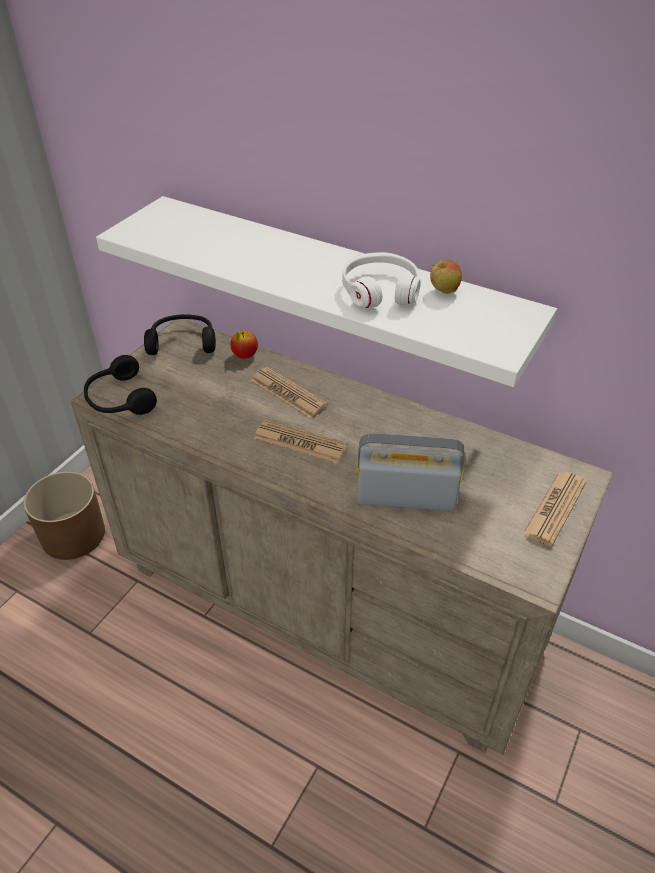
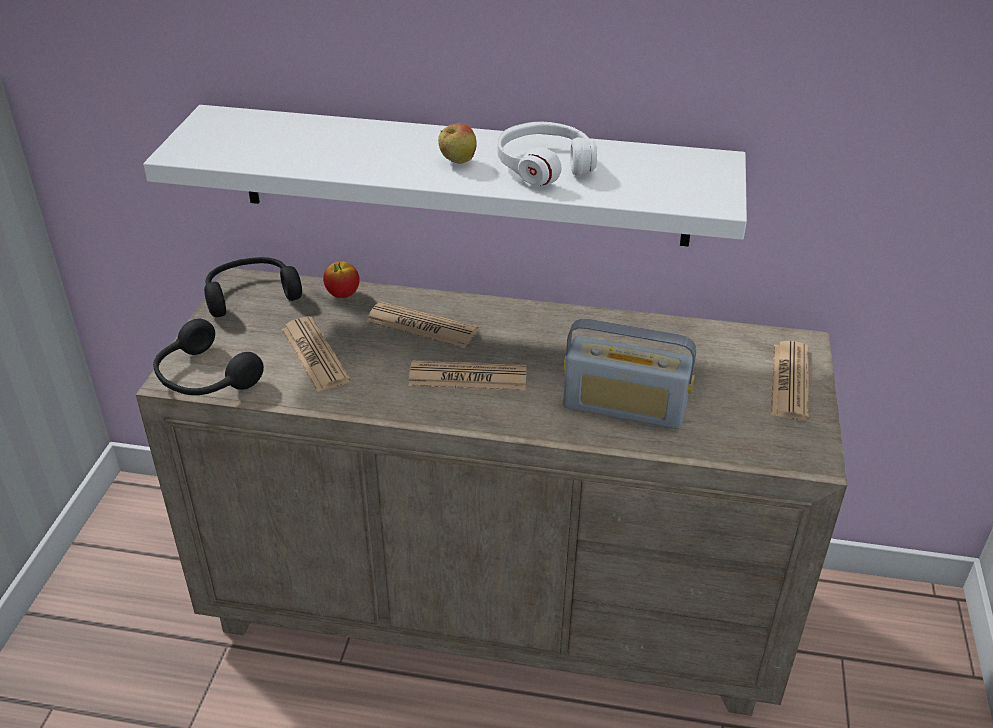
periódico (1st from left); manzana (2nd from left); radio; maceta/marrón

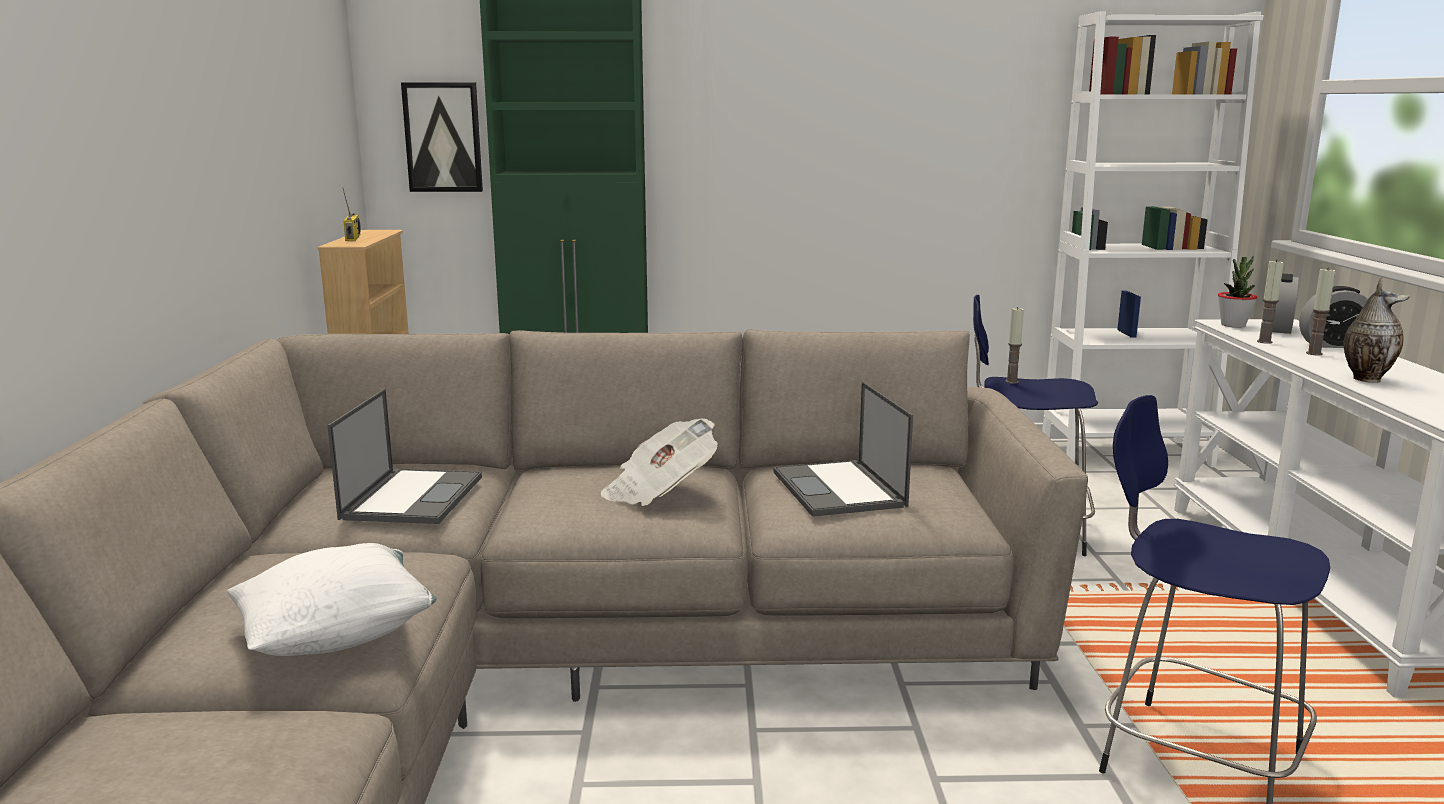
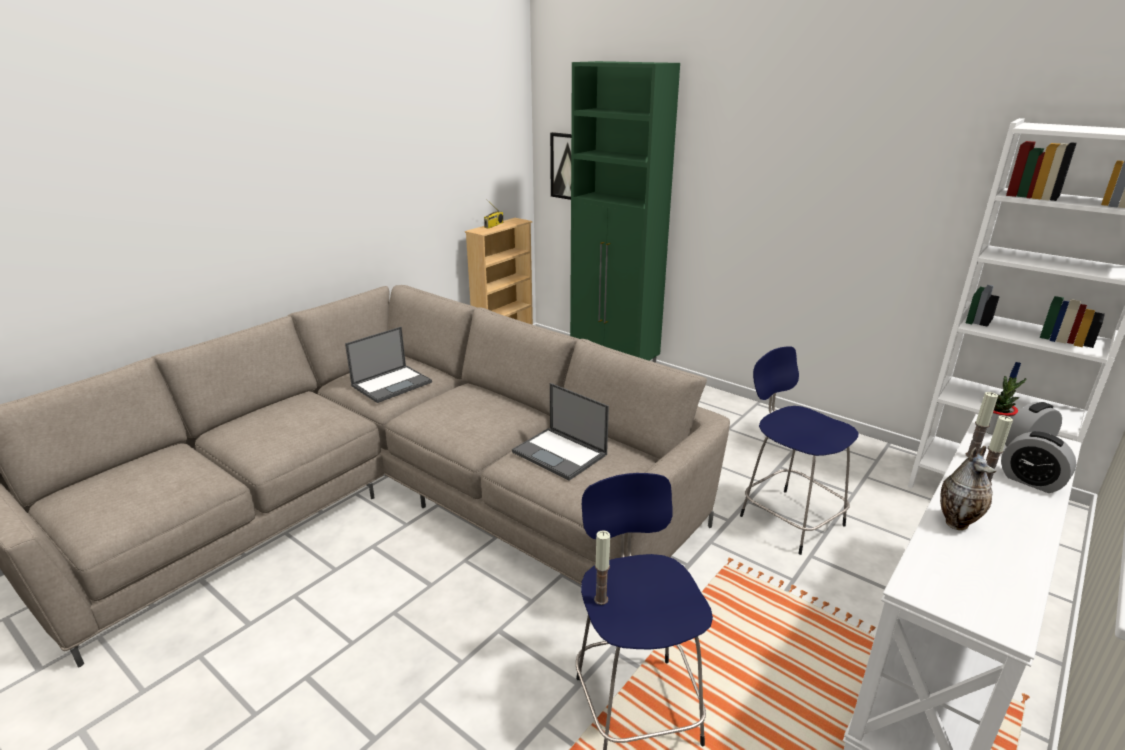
portátil (2nd from left); vela (1st from left); cojín/blanco; periódico

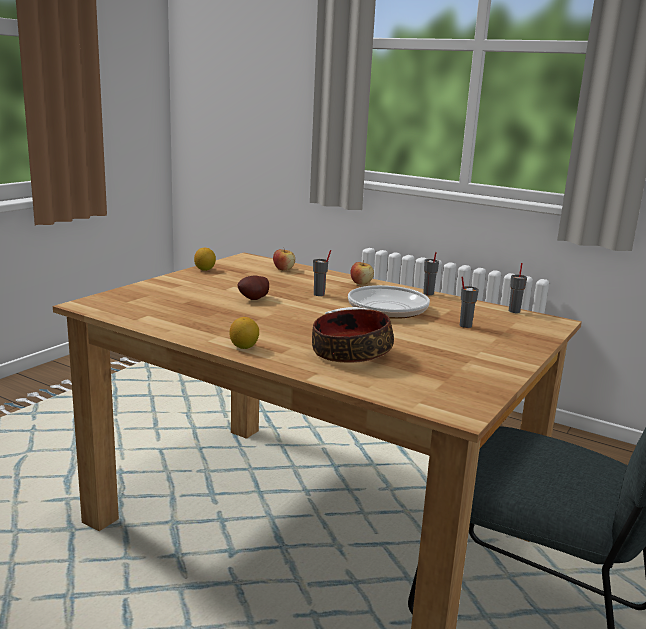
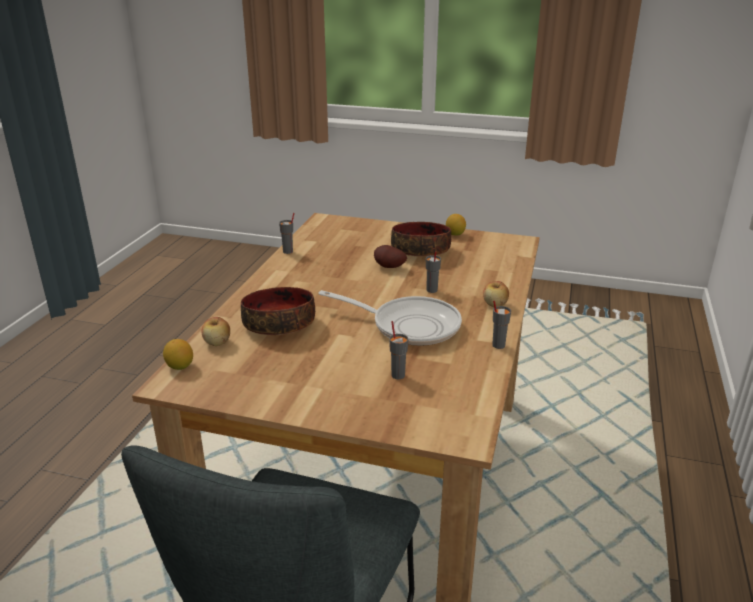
limón (1st from left); manzana (1st from left); taza/gris (1st from left); cuenco (2nd from left)

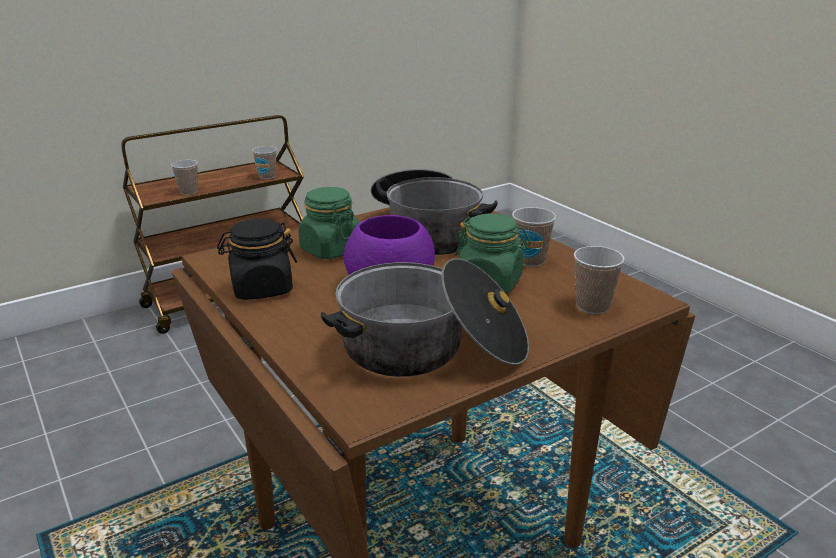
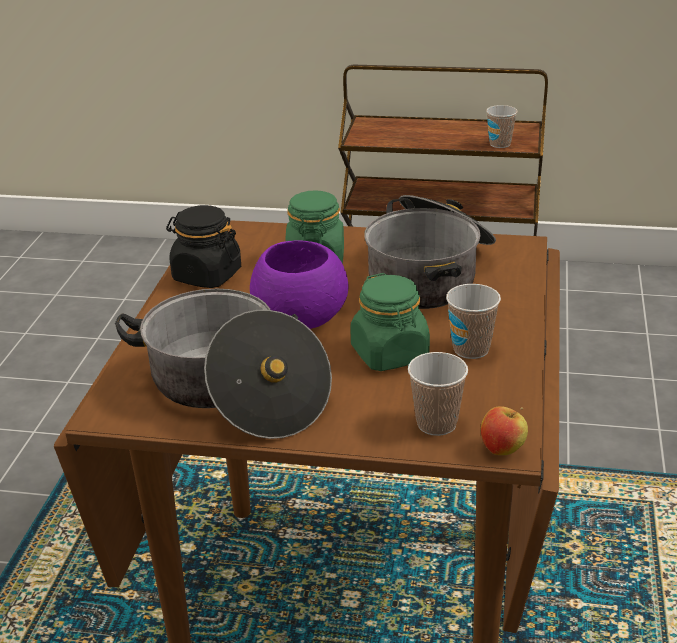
manzana; taza (1st from left in the first image)

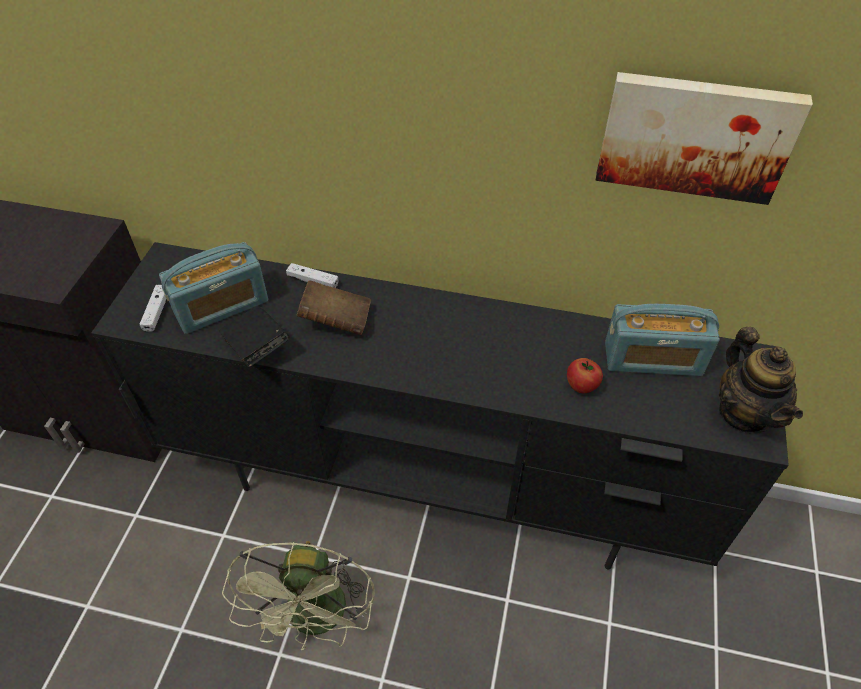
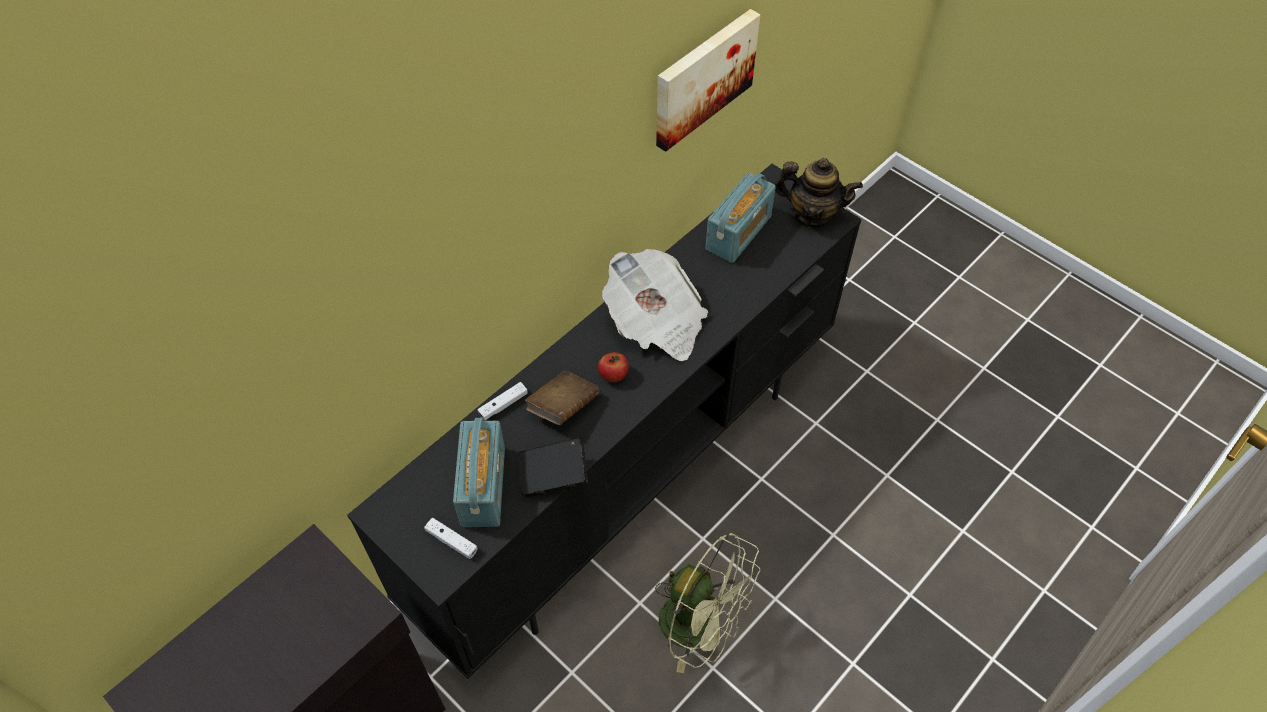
manzana; periódico

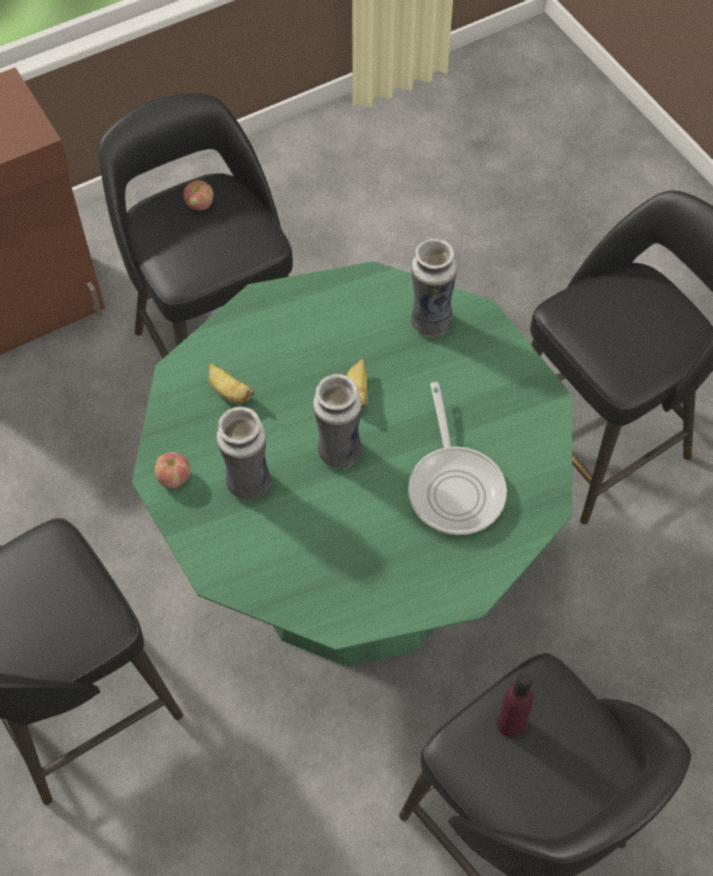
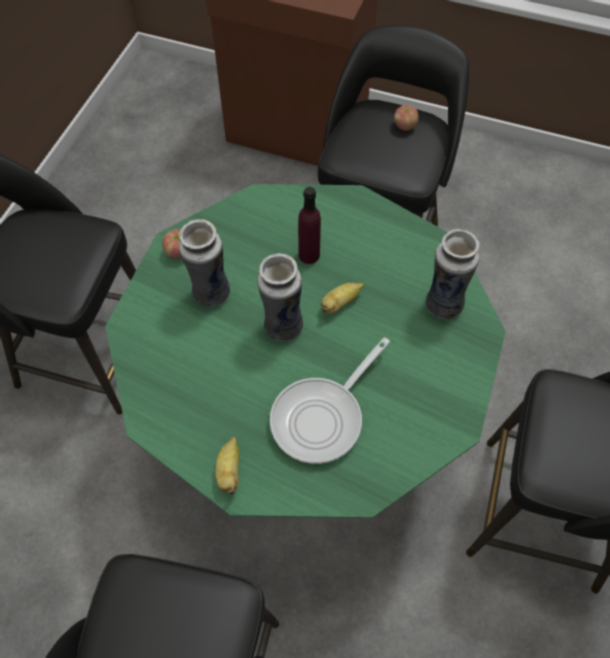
plátano (1st from left); botella/morado

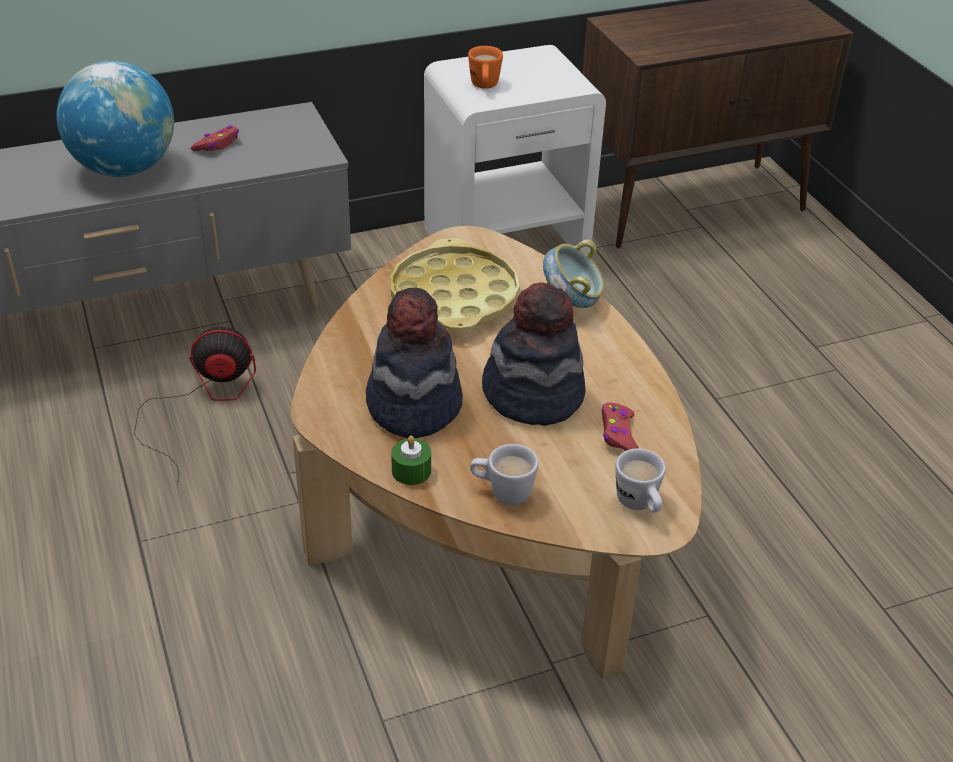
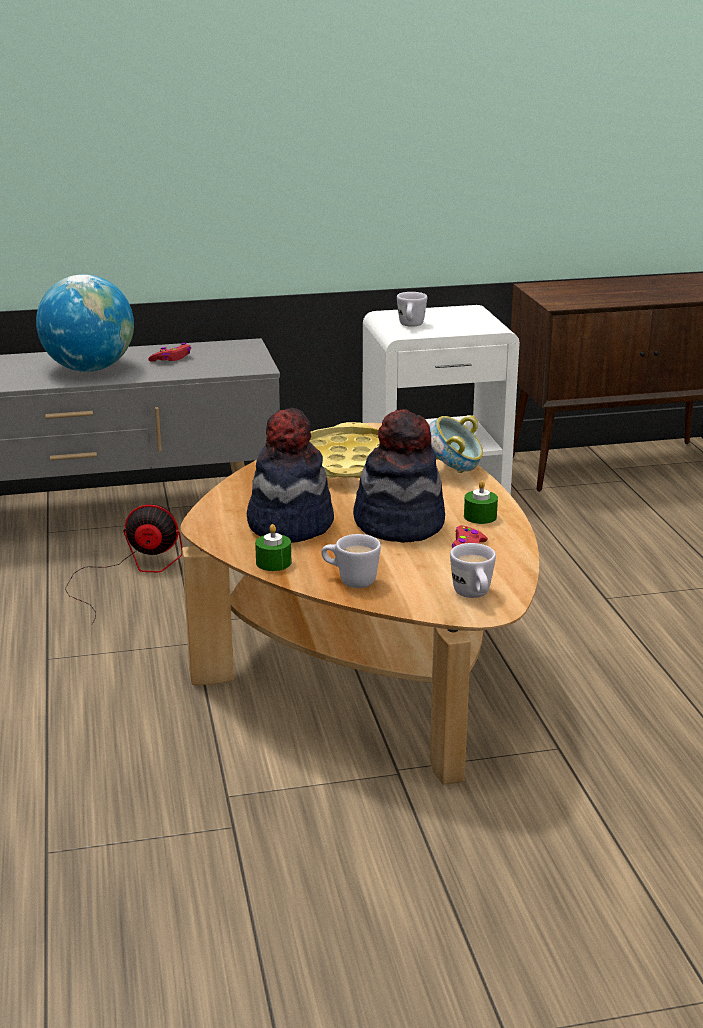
taza grande/blanco (2nd from left); vela/verde (2nd from left)

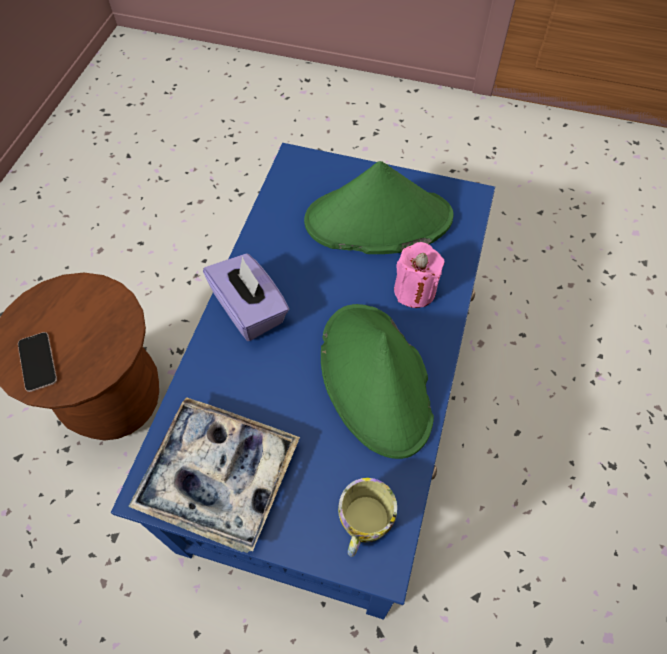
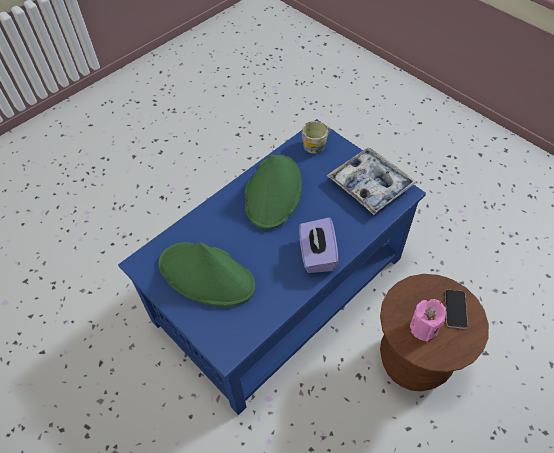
vela/rosa

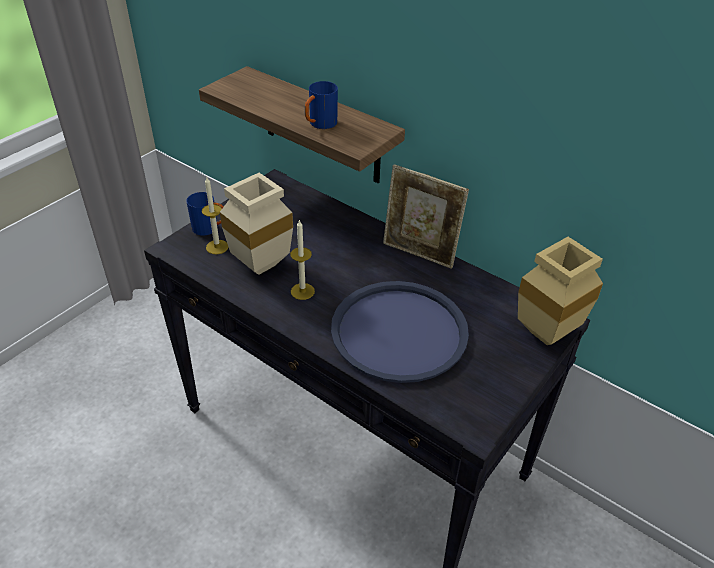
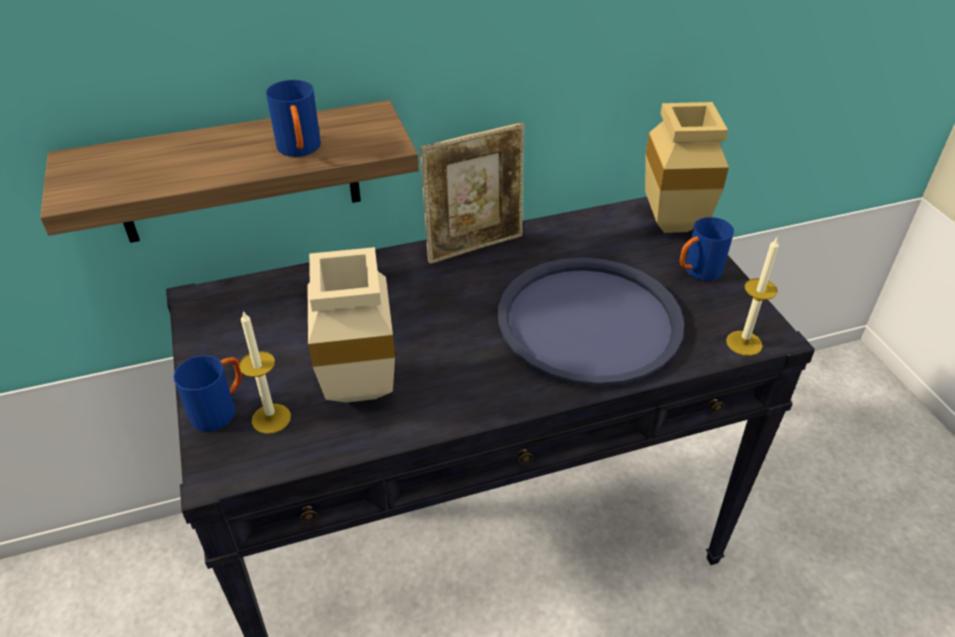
taza grande/azul (3rd from left); vela (2nd from left)

